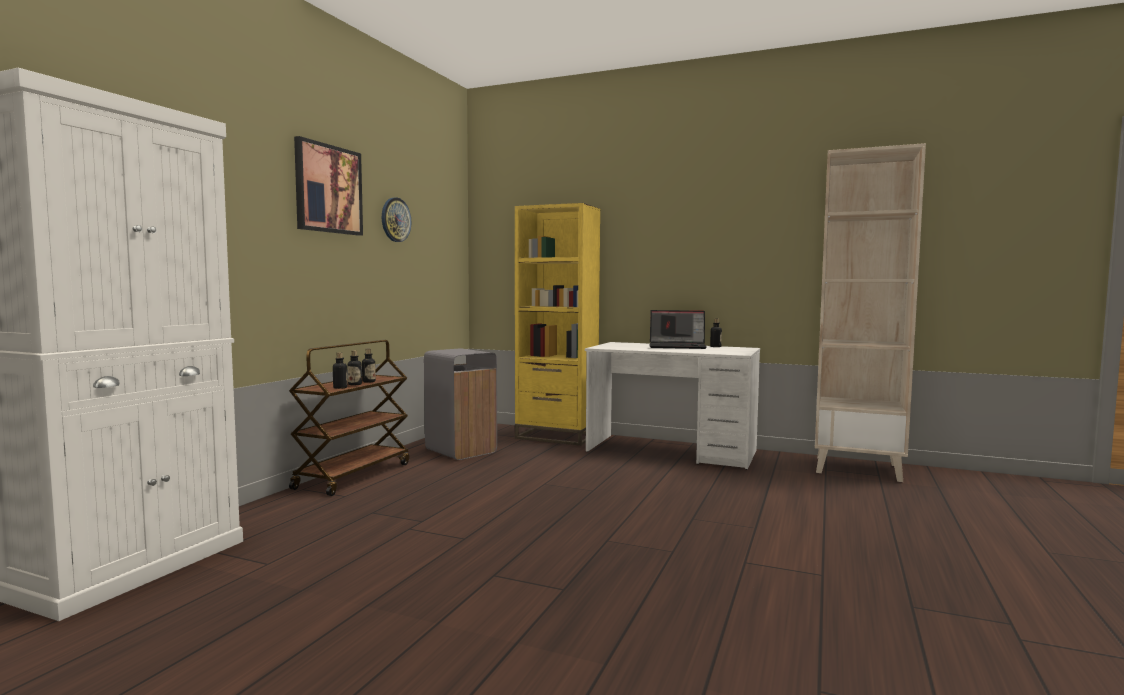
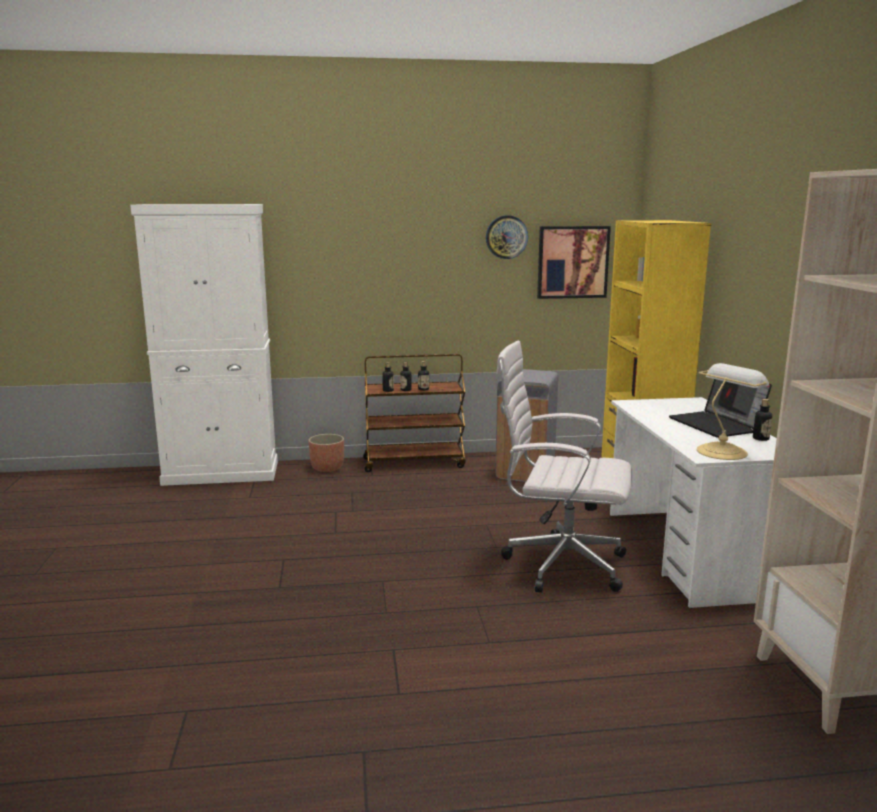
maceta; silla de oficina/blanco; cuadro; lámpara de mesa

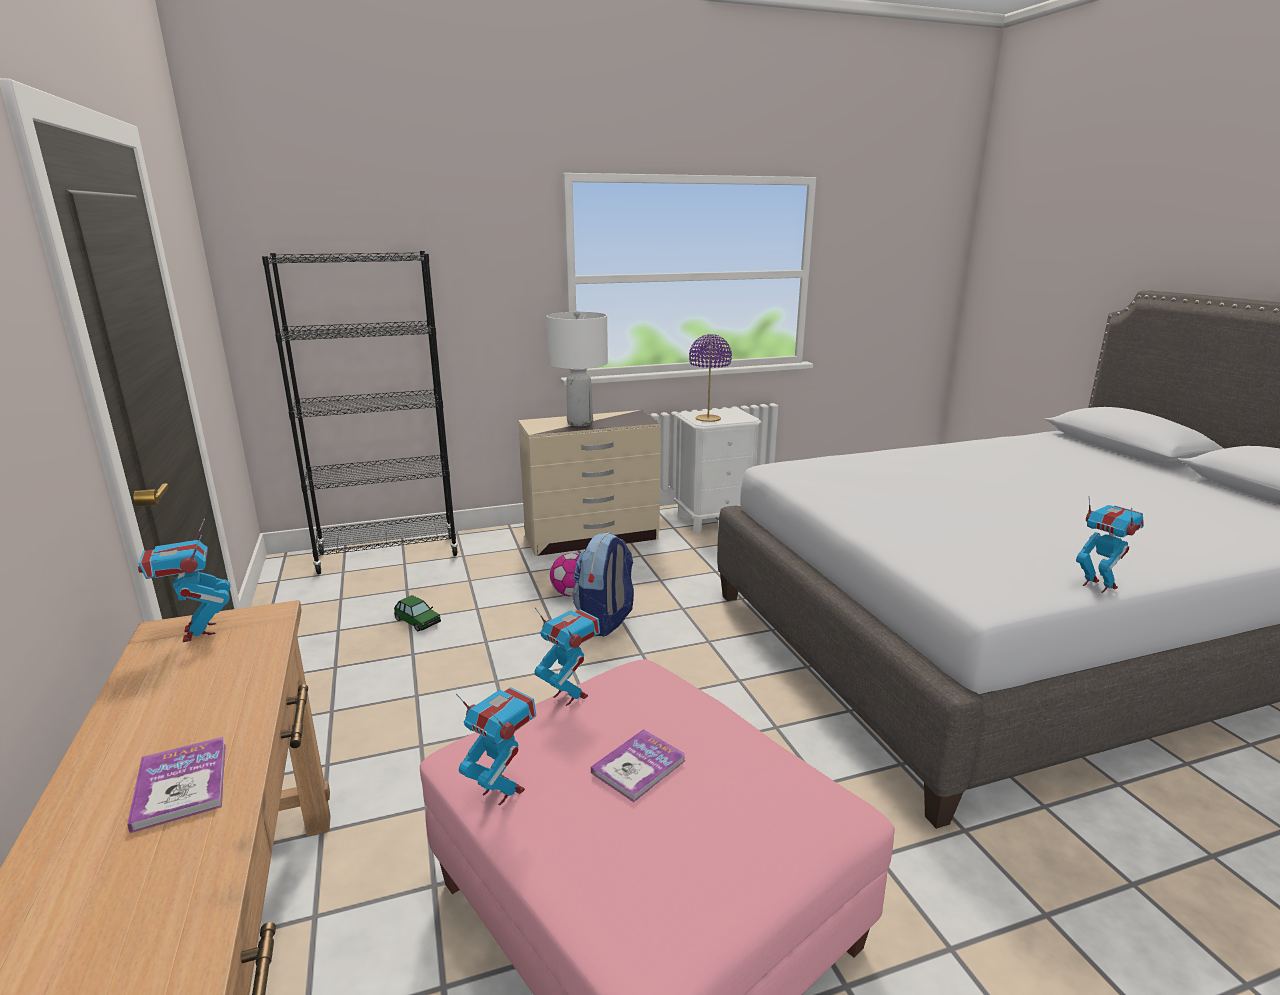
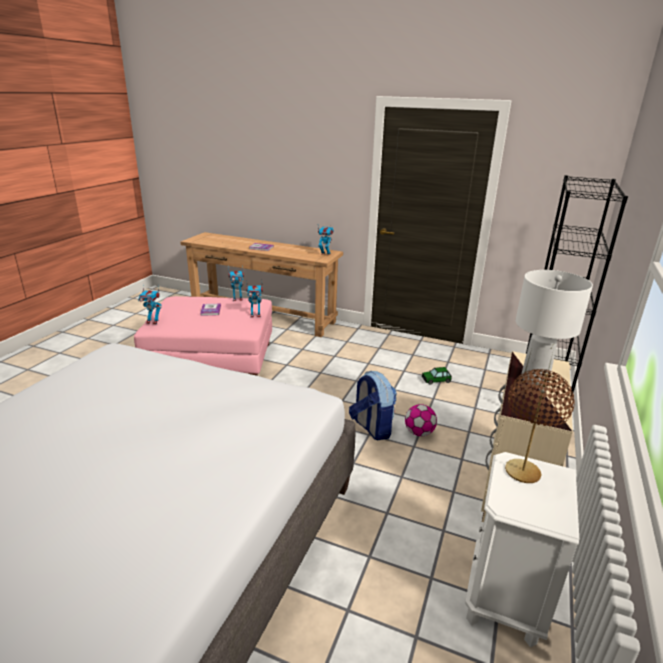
robot de juguete (1st from left); lámpara de mesa/marrón

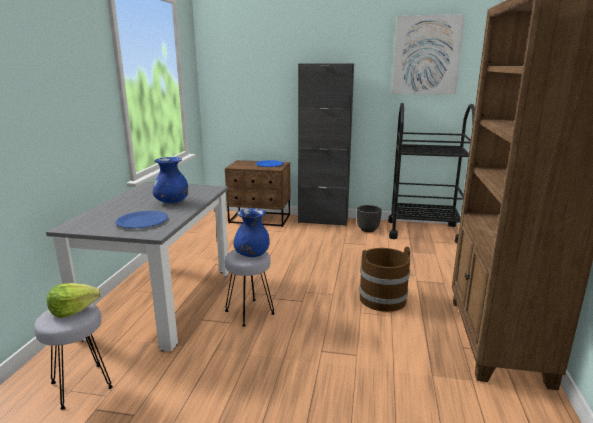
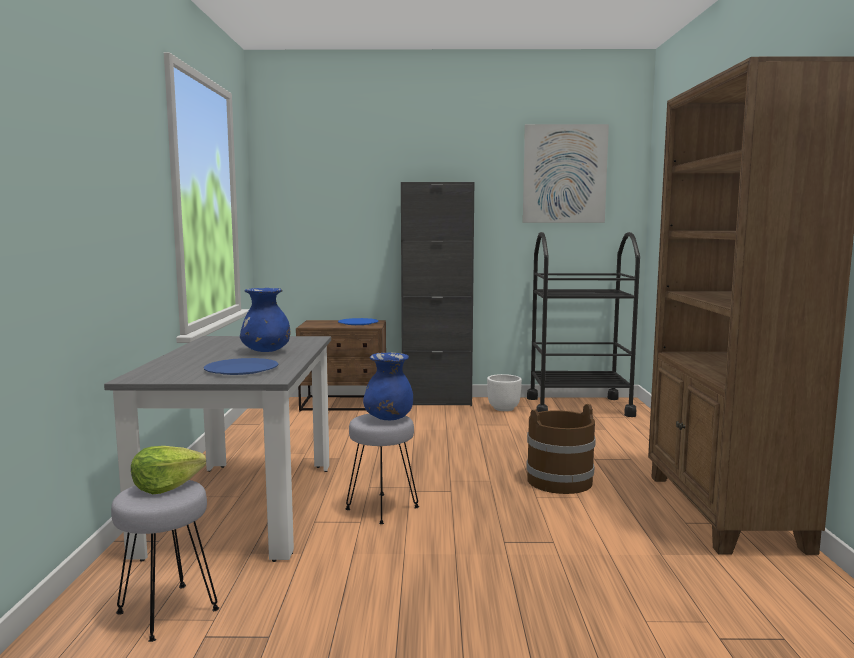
maceta/blanco

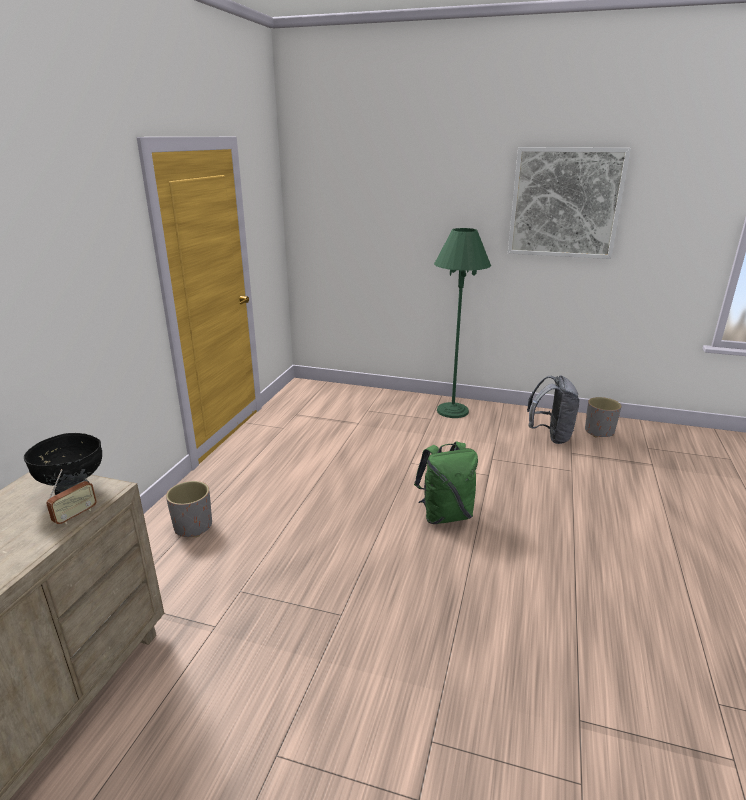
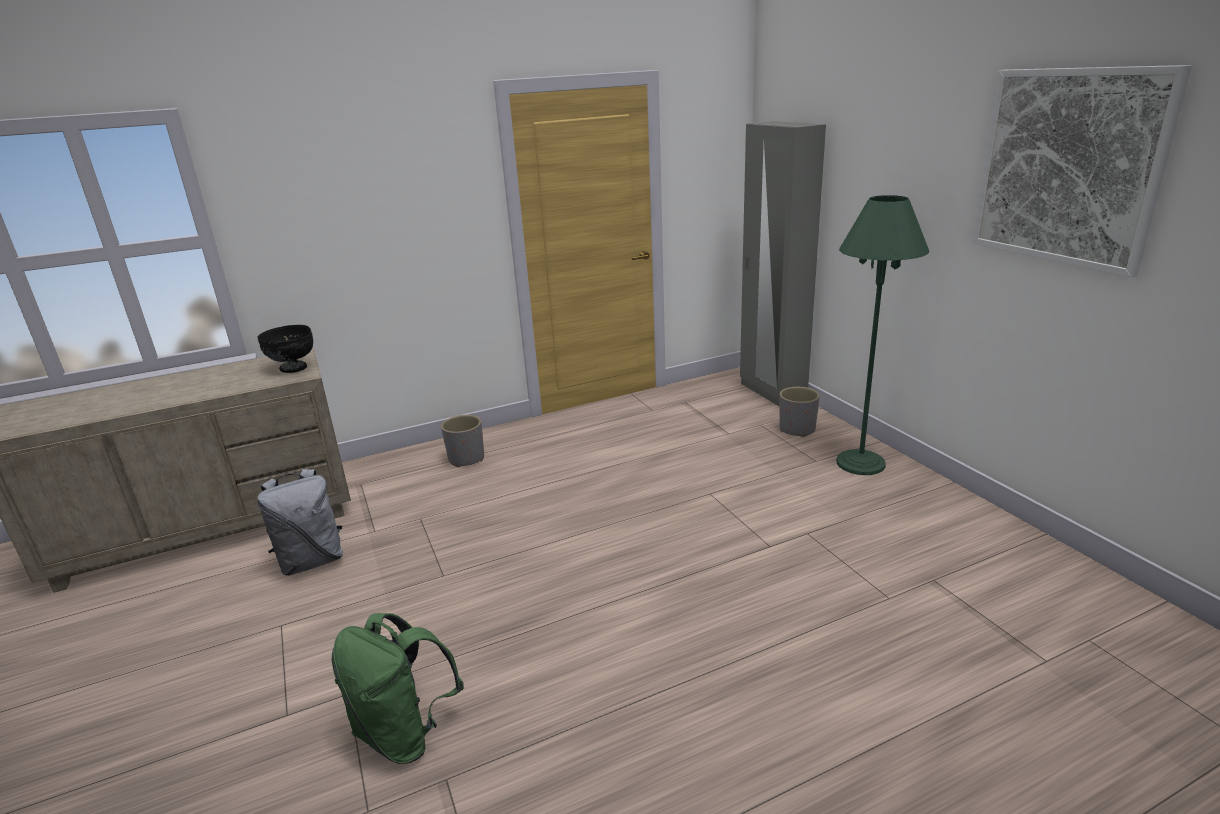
mochila/gris; mochila/verde; armario ropero/gris; maceta/gris (2nd from left); radio

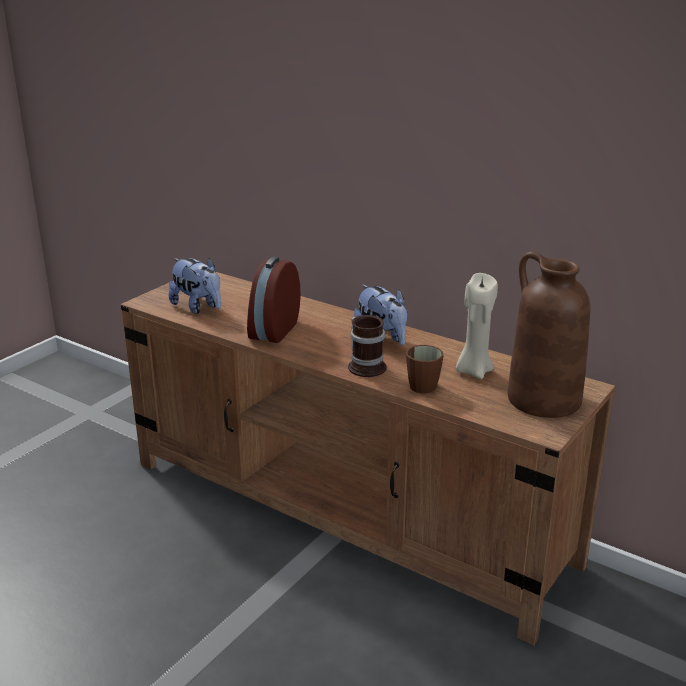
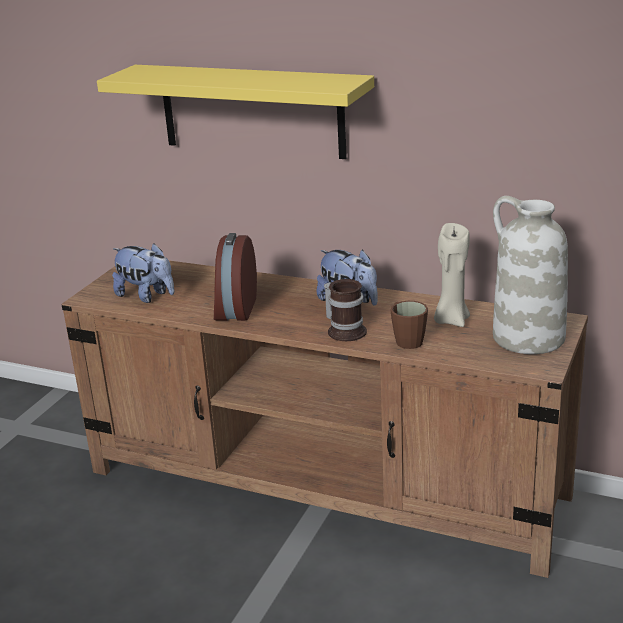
estante/amarillo; florero/blanco

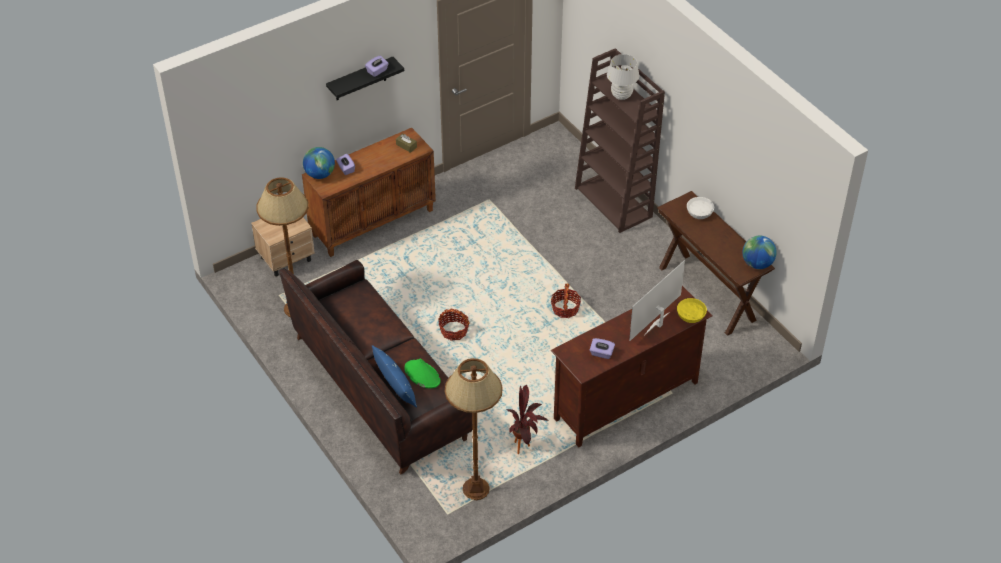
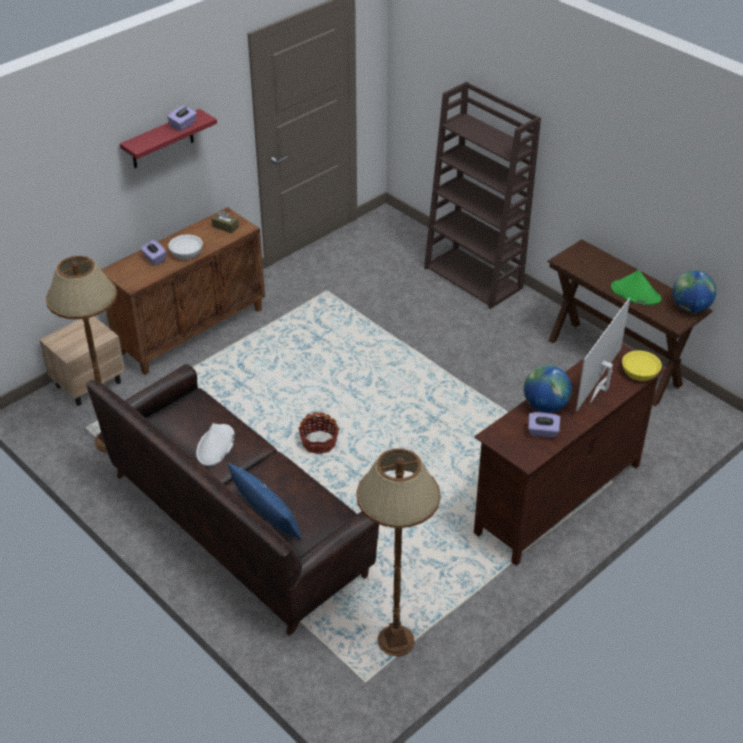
estante/rojo; cuenco/blanco; sombrero/blanco; globo terráqueo (1st from left); sombrero/verde; planta en maceta; cesta (2nd from left in the first image); lámpara de mesa/blanco

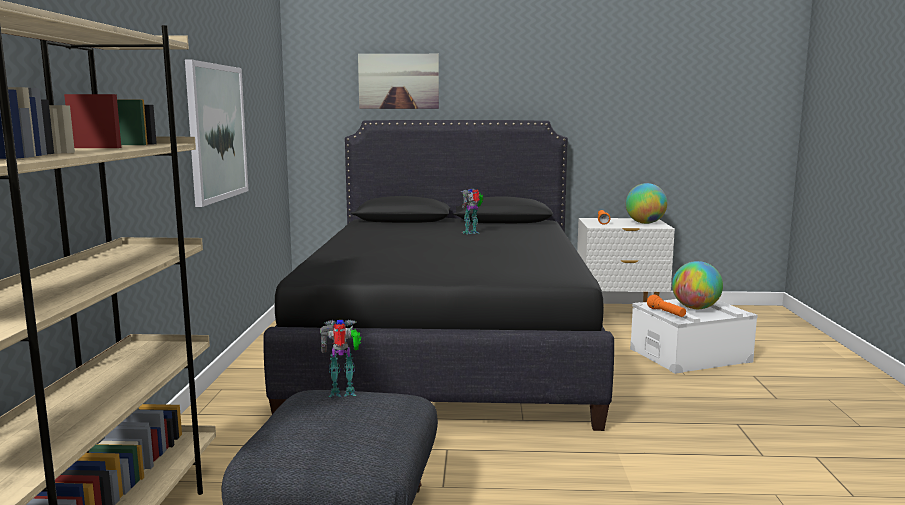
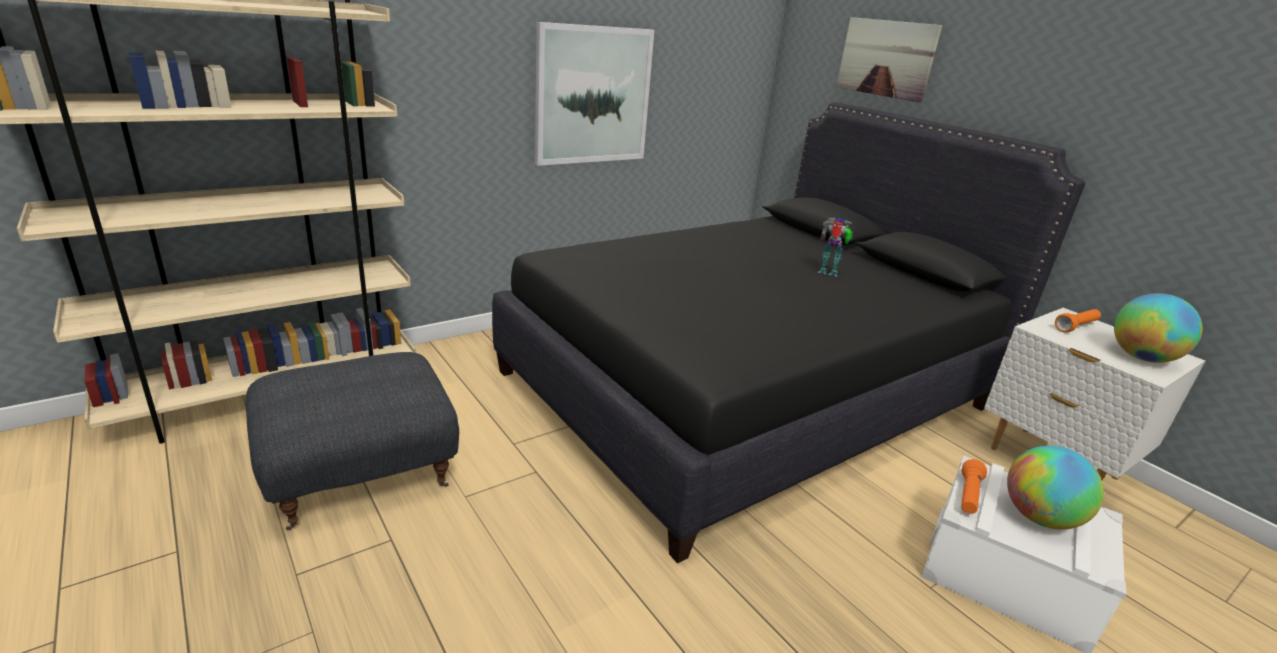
robot de juguete (1st from left in the first image)

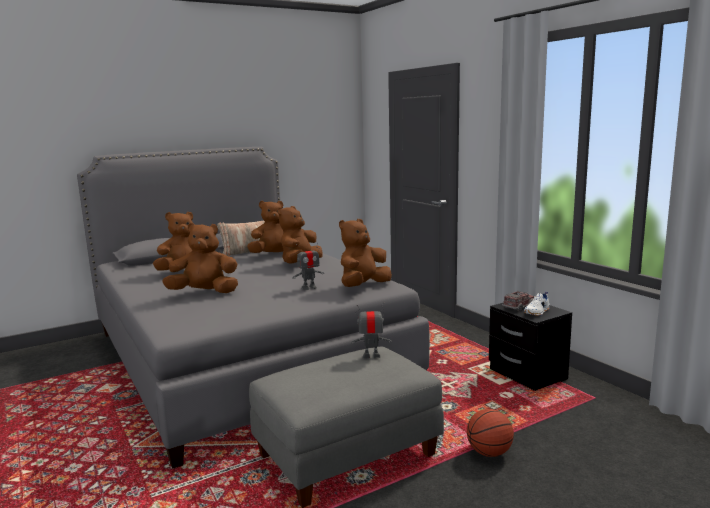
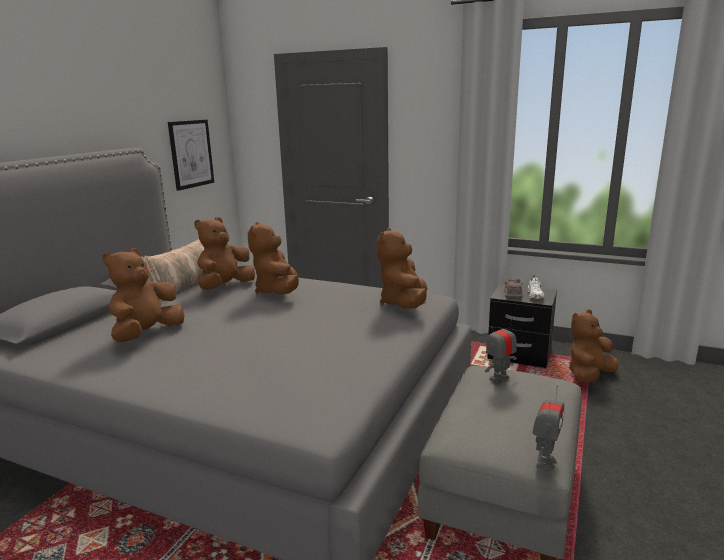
cuadro; robot de juguete (2nd from left); peluche/marrón (5th from left); balón de baloncesto

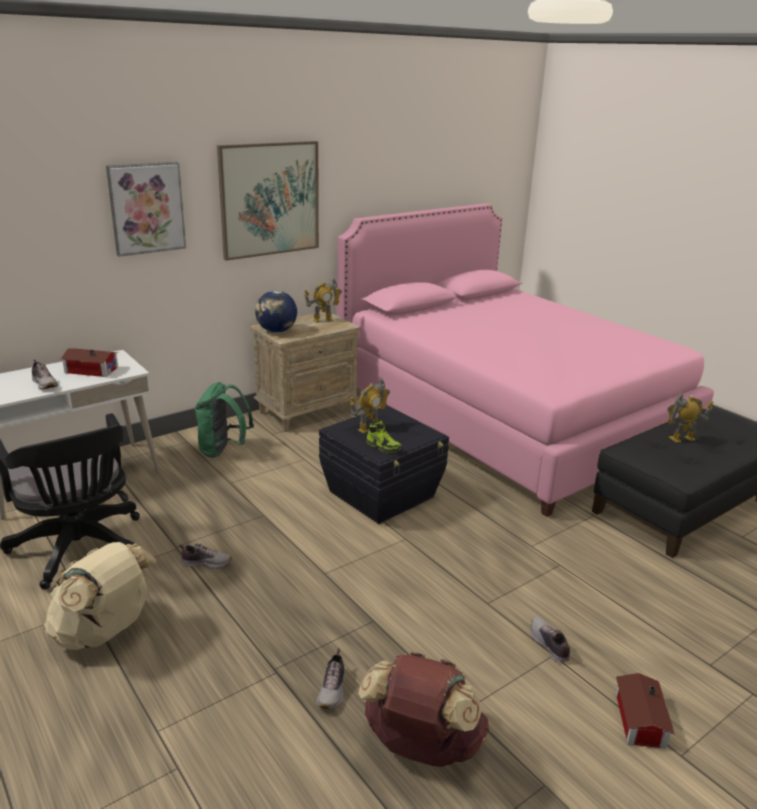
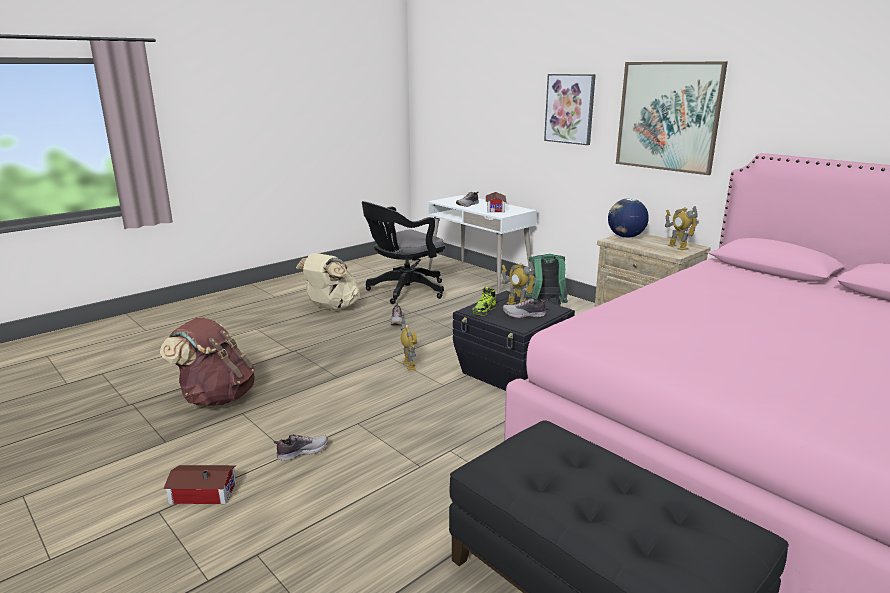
robot de juguete (1st from left); zapato (5th from left)

